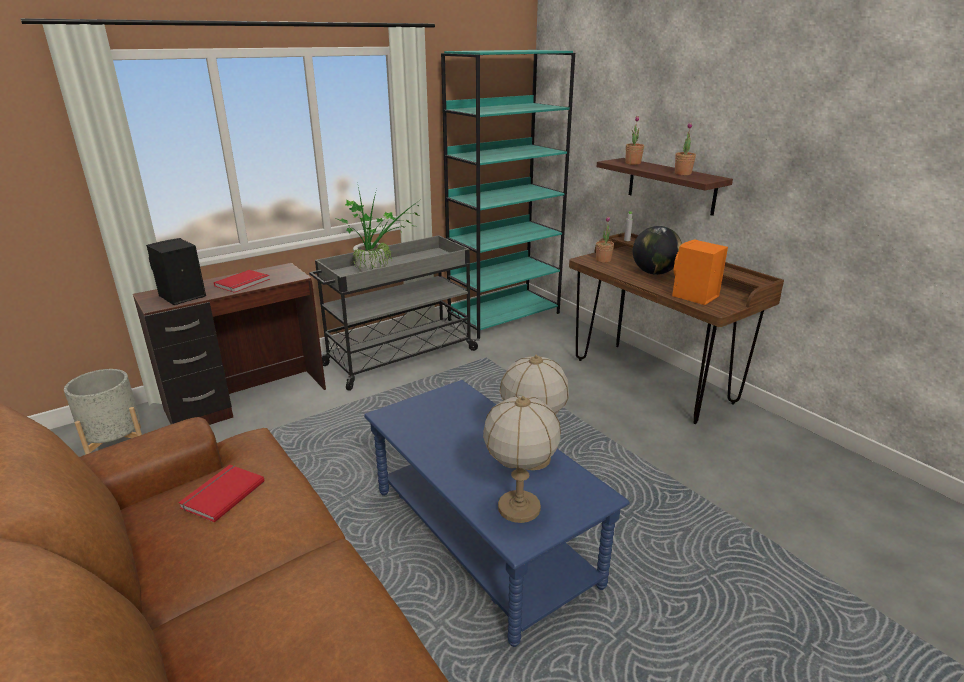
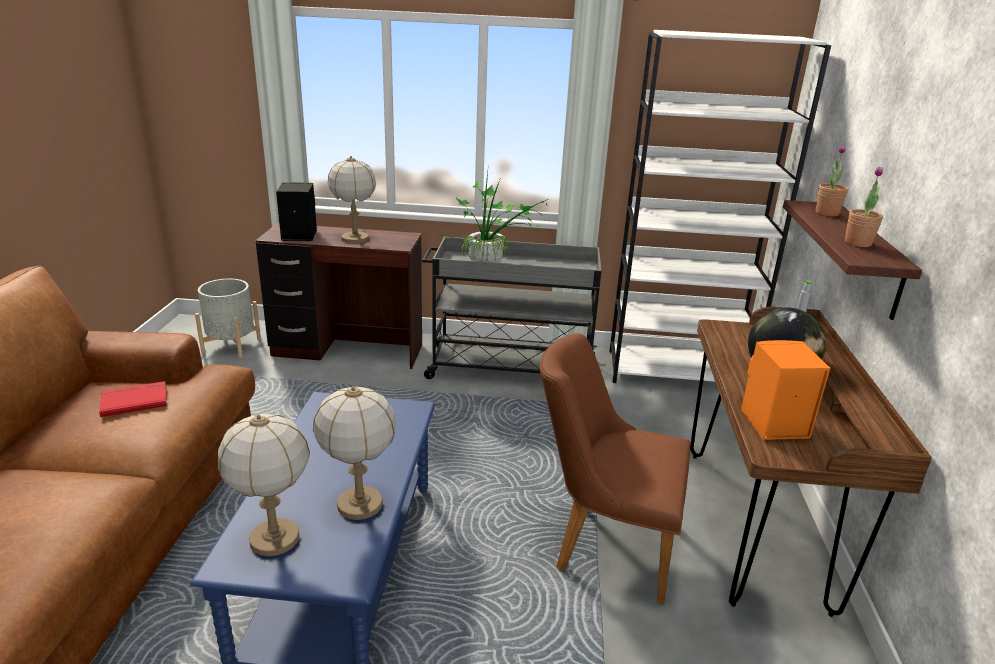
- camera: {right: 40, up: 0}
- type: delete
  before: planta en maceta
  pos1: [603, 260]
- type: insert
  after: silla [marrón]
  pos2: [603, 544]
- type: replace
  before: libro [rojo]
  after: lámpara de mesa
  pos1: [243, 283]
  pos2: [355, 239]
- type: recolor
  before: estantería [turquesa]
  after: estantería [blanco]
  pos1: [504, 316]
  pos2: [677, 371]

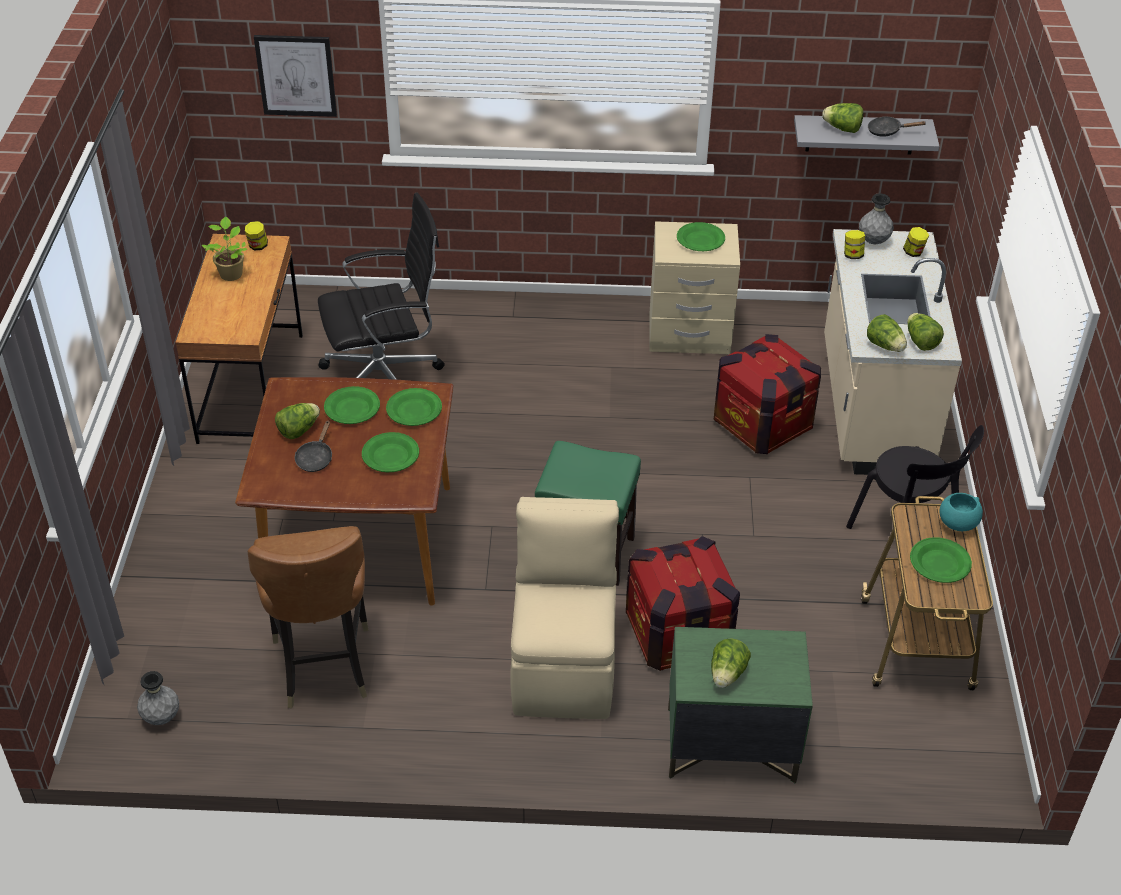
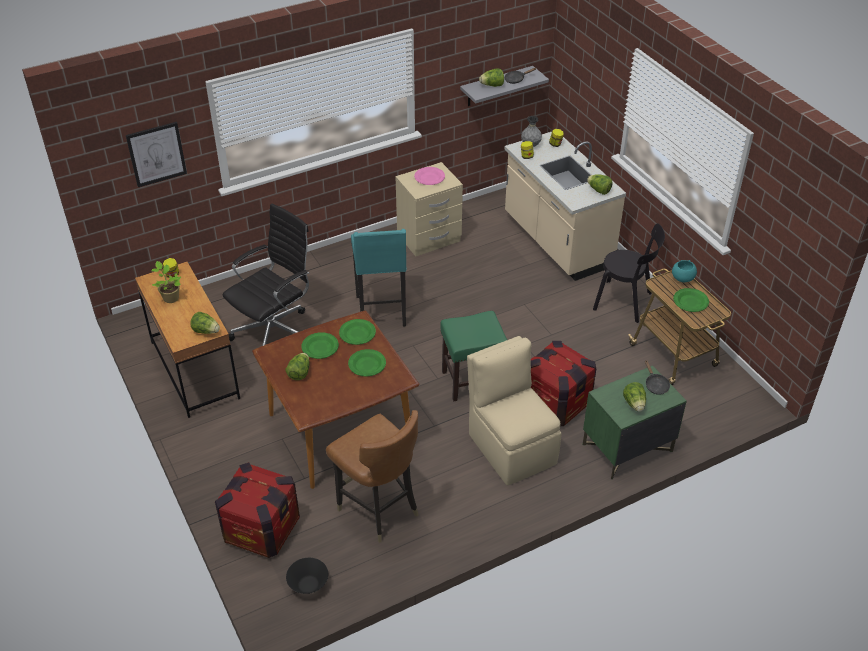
- camera: {right: -30, up: 0}
- type: insert
  after: taburete [turquesa]
  pos2: [382, 312]
- type: move
  before: sartén [negro]
  pos1: [315, 458]
  pos2: [655, 385]
- type: move
  before: caja de embalaje
  pos1: [762, 425]
  pos2: [261, 529]
- type: move
  before: lechuga
  pos1: [885, 346]
  pos2: [206, 331]
- type: replace
  before: florero [gris]
  after: cuenco [negro]
  pos1: [161, 717]
  pos2: [308, 585]
- type: recolor
  before: plato [verde]
  after: plato [rosa]
  pos1: [700, 240]
  pos2: [429, 178]

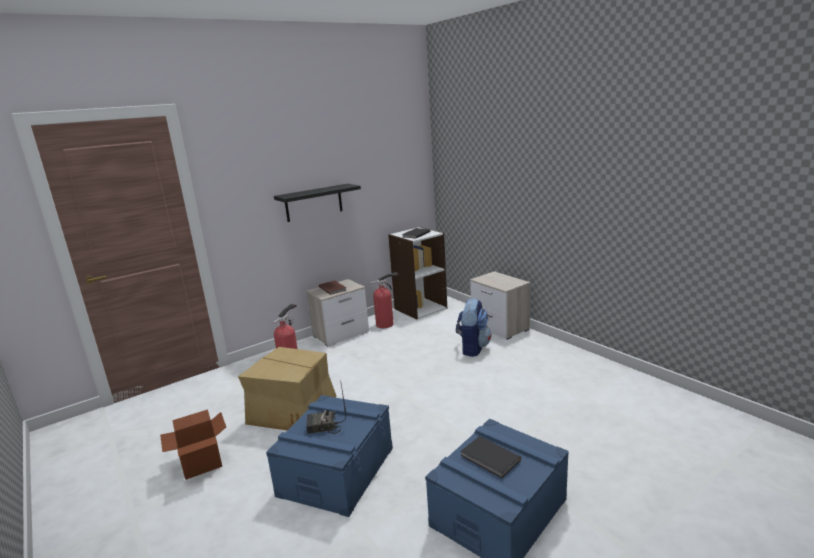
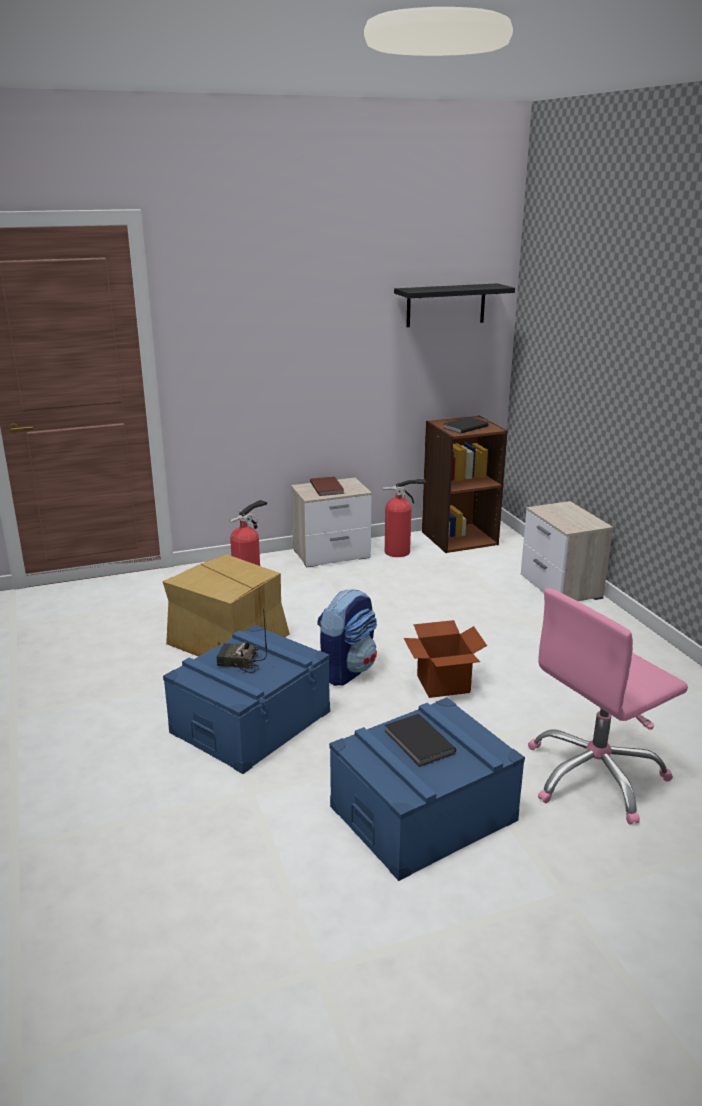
- camera: {right: 15, up: 5}
- type: insert
  after: silla de oficina [rosa]
  pos2: [595, 776]
- type: move
  before: caja de cartón
  pos1: [202, 463]
  pos2: [443, 684]
- type: move
  before: estante [negro]
  pos1: [314, 202]
  pos2: [446, 305]
- type: move
  before: mochila
  pos1: [473, 348]
  pos2: [347, 670]
- type: recolor
  before: estantería [blanco]
  after: estantería [marrón]
  pos1: [420, 308]
  pos2: [459, 538]

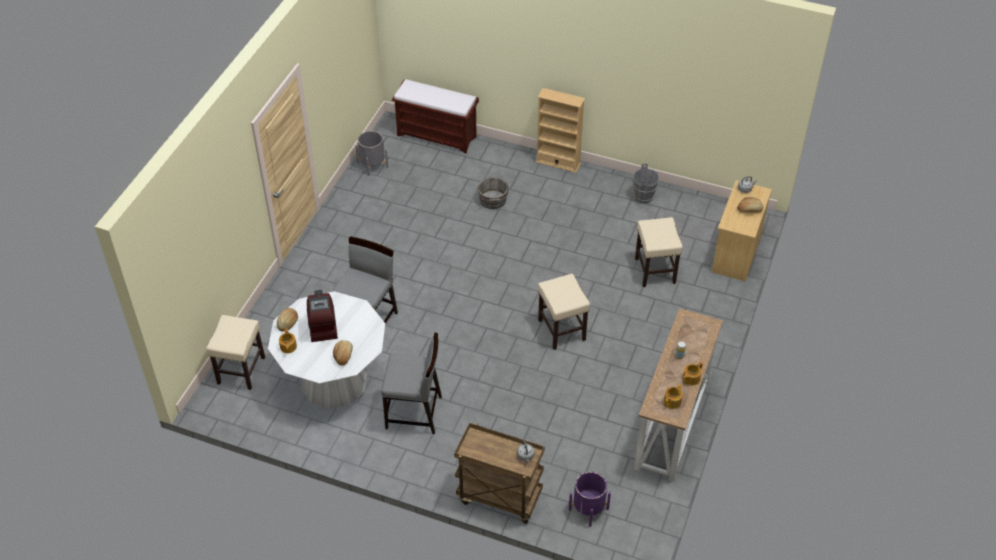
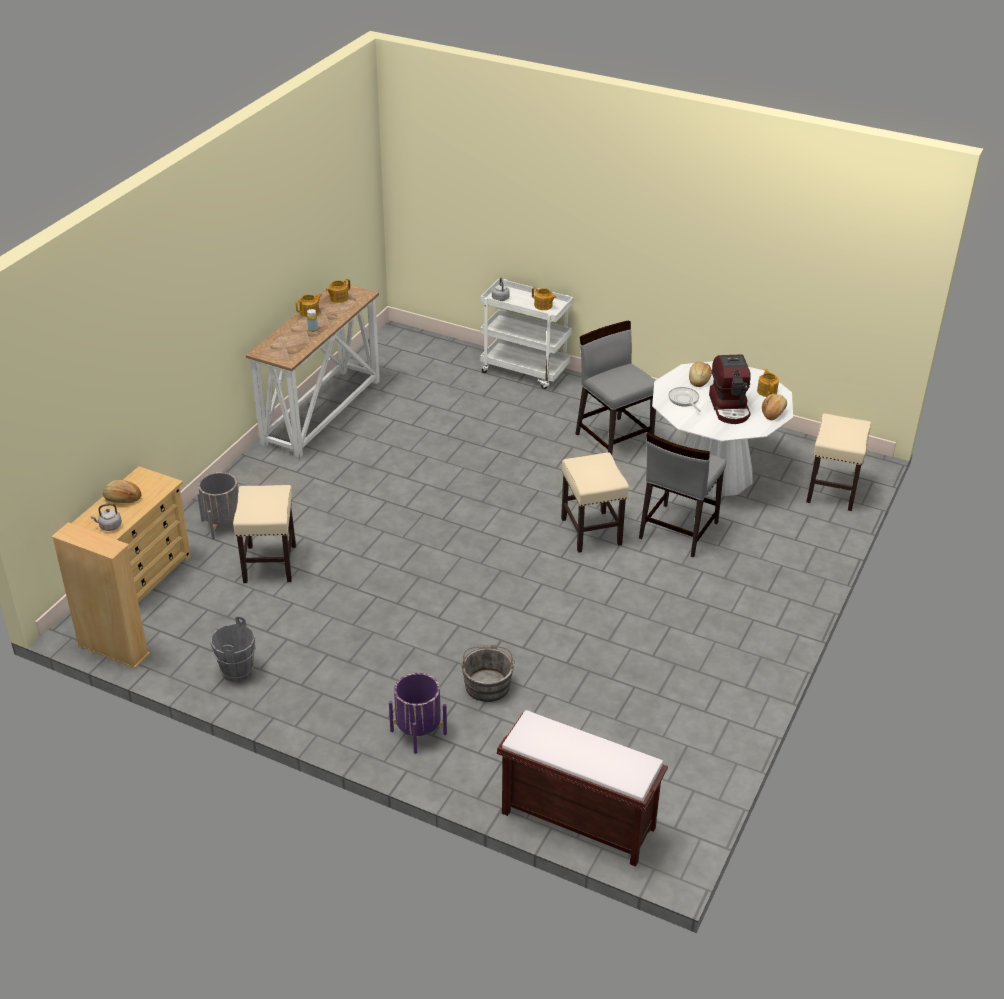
- camera: {right: -175, up: -10}
- type: insert
  after: tetera
  pos2: [543, 306]
- type: insert
  after: sartén
  pos2: [684, 400]
- type: move
  before: maceta [gris]
  pos1: [372, 165]
  pos2: [223, 525]
- type: move
  before: estantería [beis]
  pos1: [558, 162]
  pos2: [113, 650]
- type: move
  before: taburete [beis]
  pos1: [561, 329]
  pos2: [591, 532]
- type: move
  before: maceta [morado]
  pos1: [588, 509]
  pos2: [418, 732]
- type: recolor
  before: carrito [marrón]
  after: carrito [blanco]
  pos1: [498, 497]
  pos2: [525, 371]
- type: rotate
  before: silla [gris]
  pos1: [414, 413]
  pos2: [614, 439]
  turn: 45

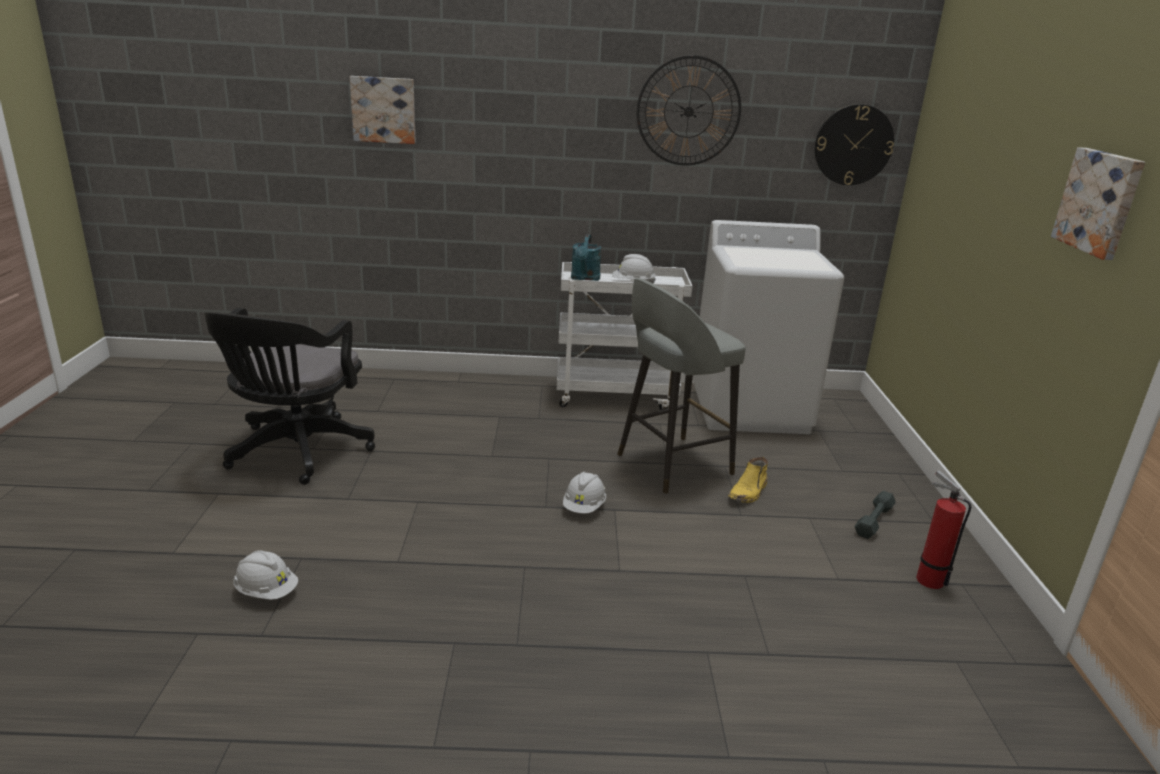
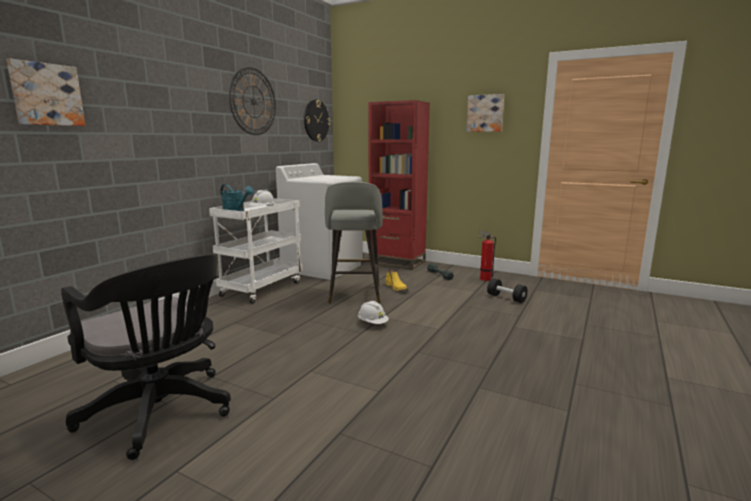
- camera: {right: -60, up: -10}
- type: delete
  before: casco [blanco]
  pos1: [266, 591]
- type: insert
  after: estantería [rojo]
  pos2: [397, 262]
- type: insert
  after: mancuerna [negro]
  pos2: [506, 298]

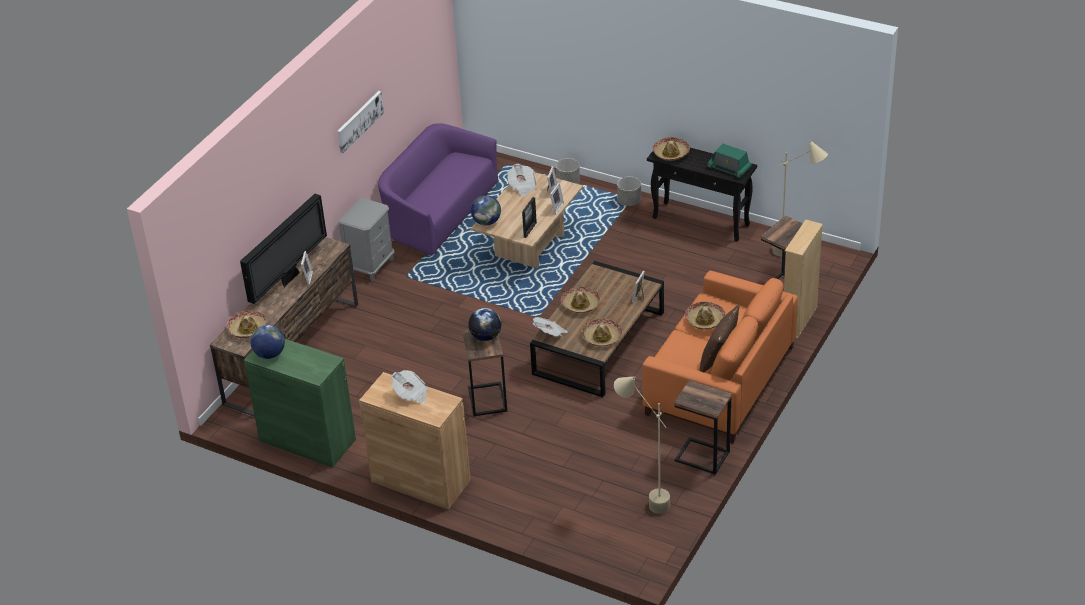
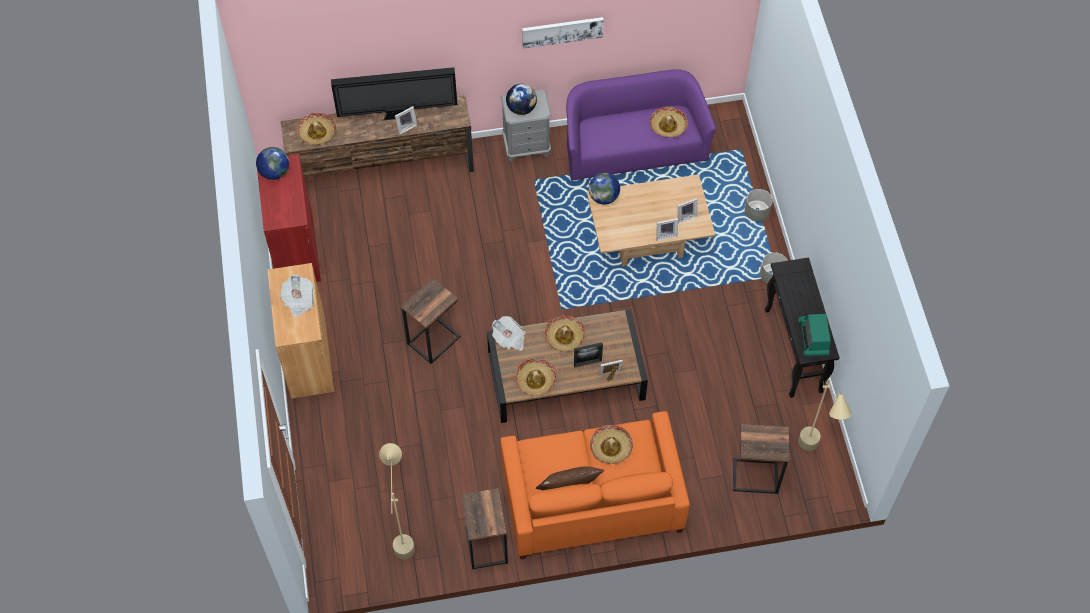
- camera: {right: 50, up: 20}
- type: delete
  before: periódico
  pos1: [522, 186]
- type: delete
  before: estantería [beis]
  pos1: [799, 320]
- type: move
  before: globo terráqueo
  pos1: [486, 336]
  pos2: [521, 108]
- type: move
  before: portarretratos
  pos1: [530, 230]
  pos2: [587, 363]
- type: move
  before: sombrero
  pos1: [671, 153]
  pos2: [668, 125]
- type: recolor
  before: armario [verde]
  after: armario [rojo]
  pos1: [307, 440]
  pos2: [296, 249]

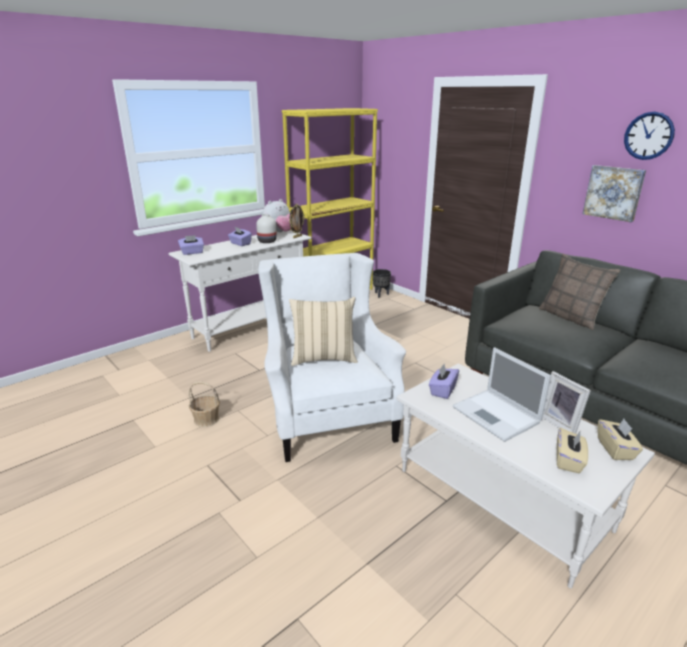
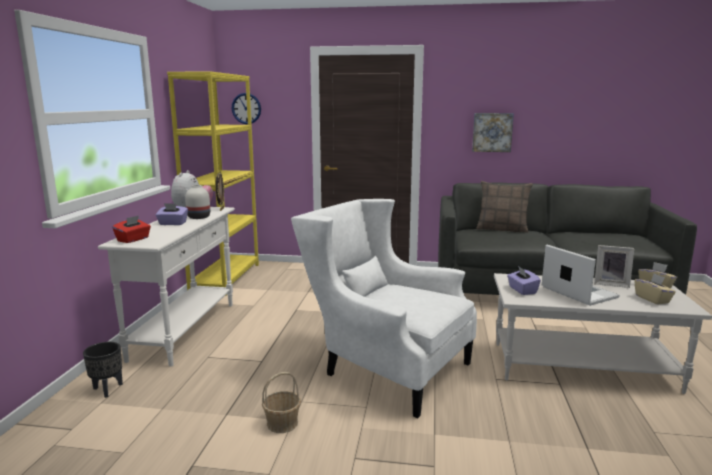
- camera: {right: -40, up: -10}
- type: delete
  before: cojín [beis]
  pos1: [323, 358]
- type: move
  before: maceta [negro]
  pos1: [380, 295]
  pos2: [107, 390]
- type: move
  before: reloj de pared
  pos1: [648, 136]
  pos2: [246, 108]
- type: recolor
  before: caja de pañuelos [morado]
  after: caja de pañuelos [rojo]
  pos1: [192, 252]
  pos2: [133, 239]
- type: rotate
  before: portátil
  pos1: [497, 415]
  pos2: [577, 292]
  turn: -135

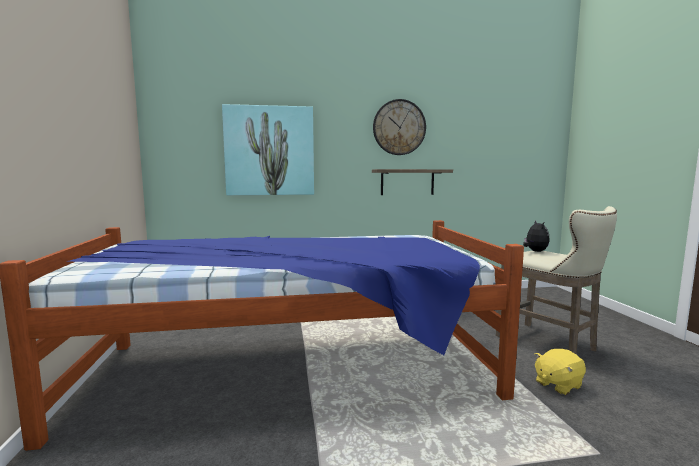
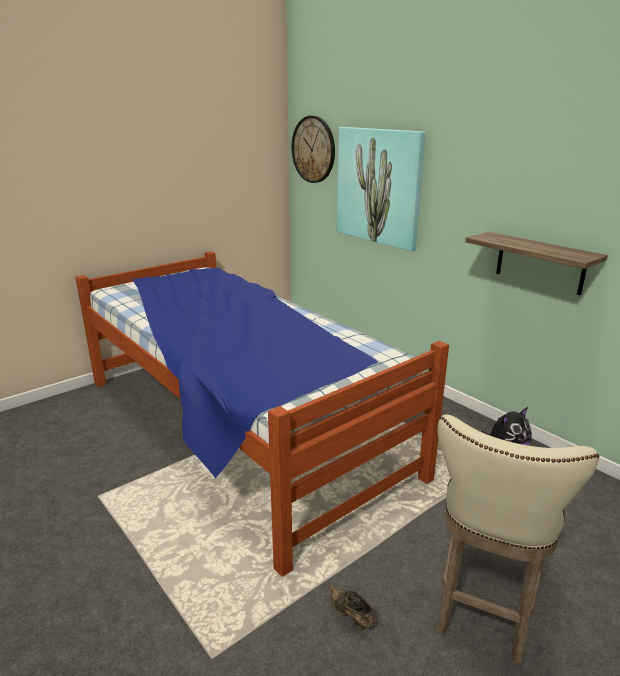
- camera: {right: 60, up: 15}
- type: move
  before: reloj de pared
  pos1: [399, 127]
  pos2: [313, 149]
- type: replace
  before: peluche [amarillo]
  after: zapato [marrón]
  pos1: [557, 384]
  pos2: [351, 616]

